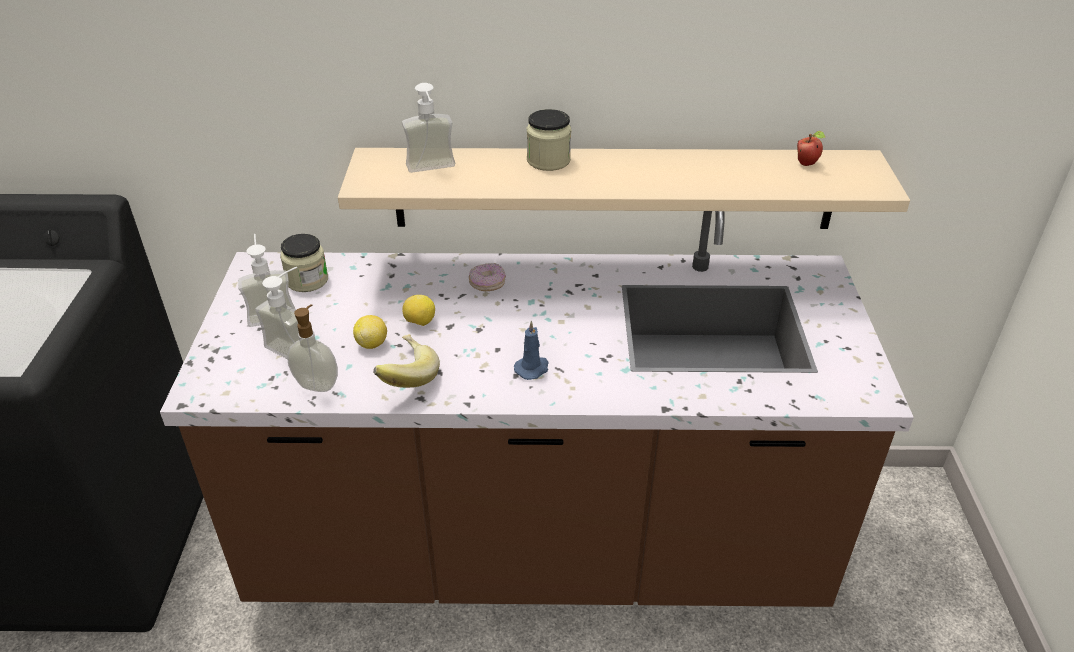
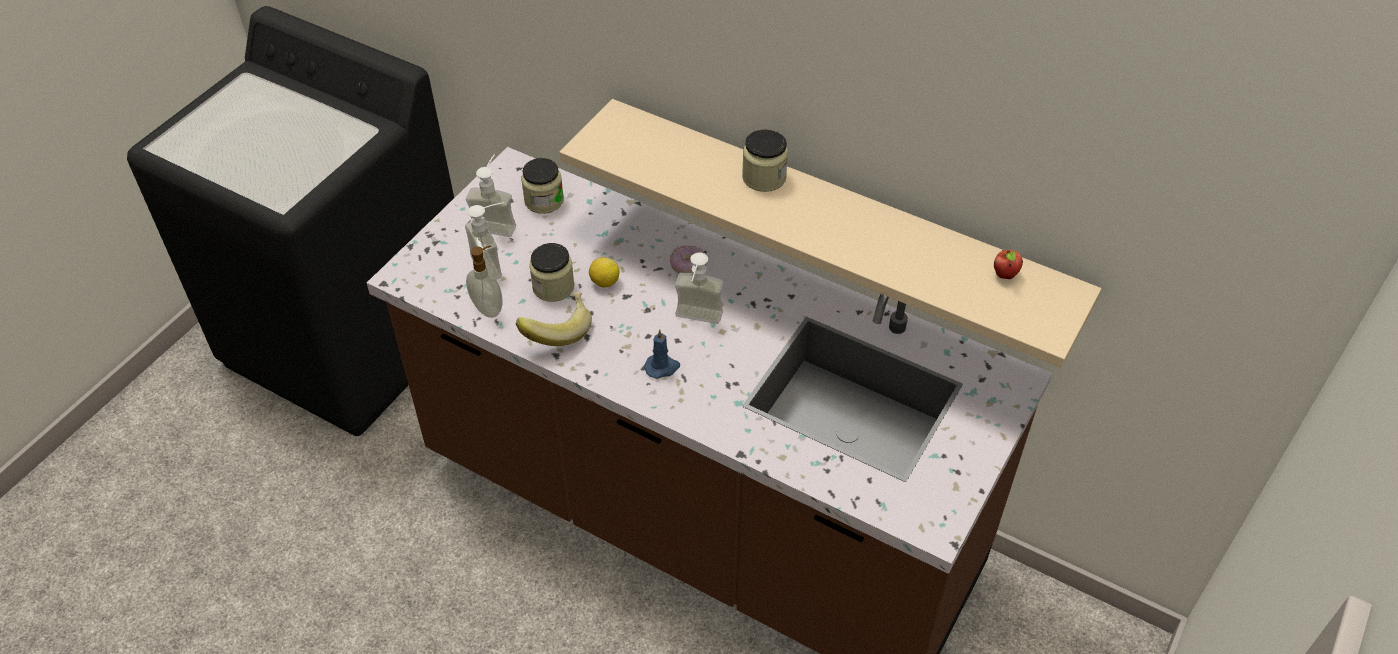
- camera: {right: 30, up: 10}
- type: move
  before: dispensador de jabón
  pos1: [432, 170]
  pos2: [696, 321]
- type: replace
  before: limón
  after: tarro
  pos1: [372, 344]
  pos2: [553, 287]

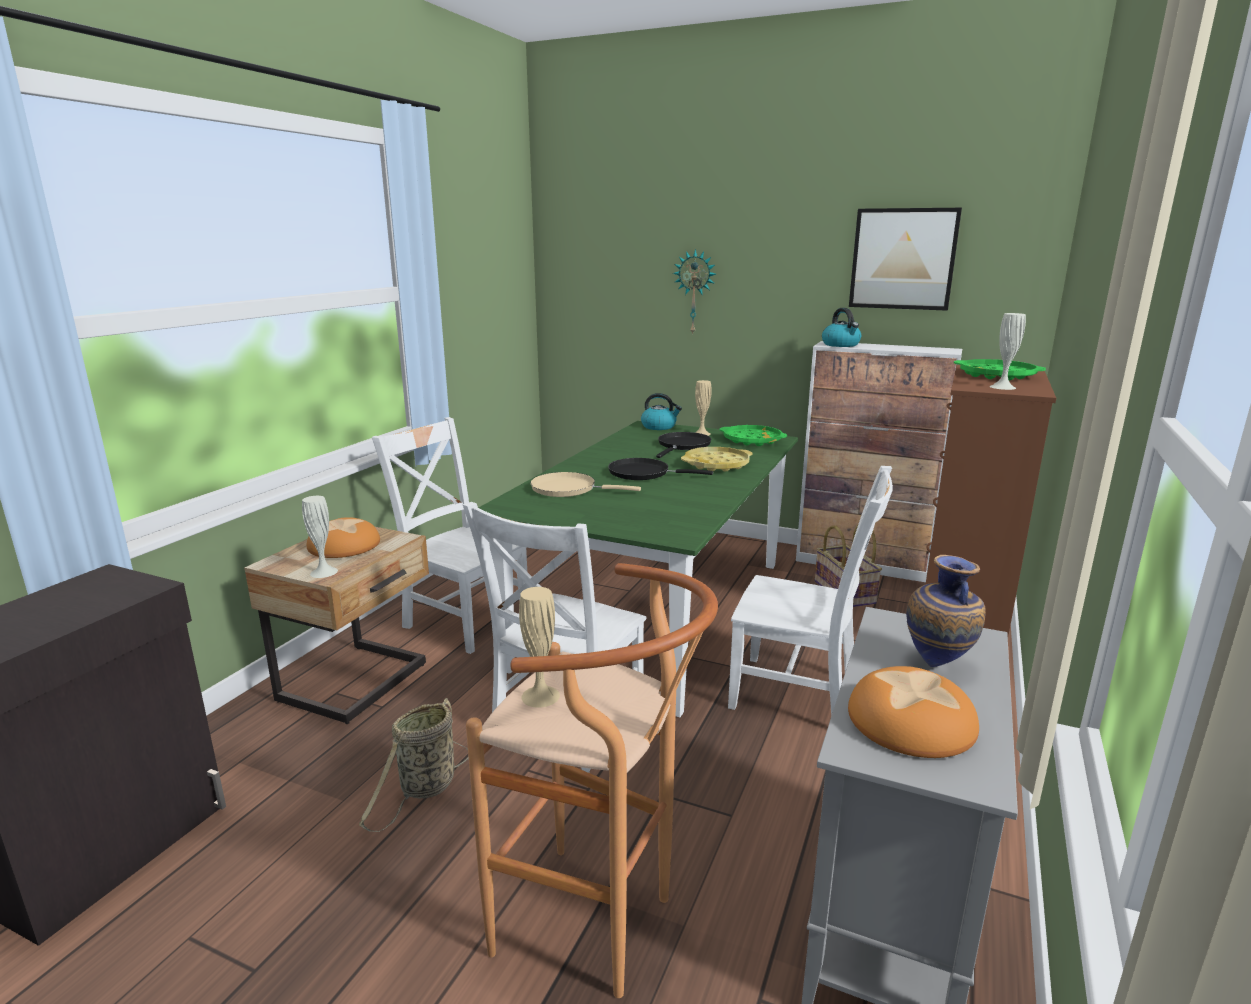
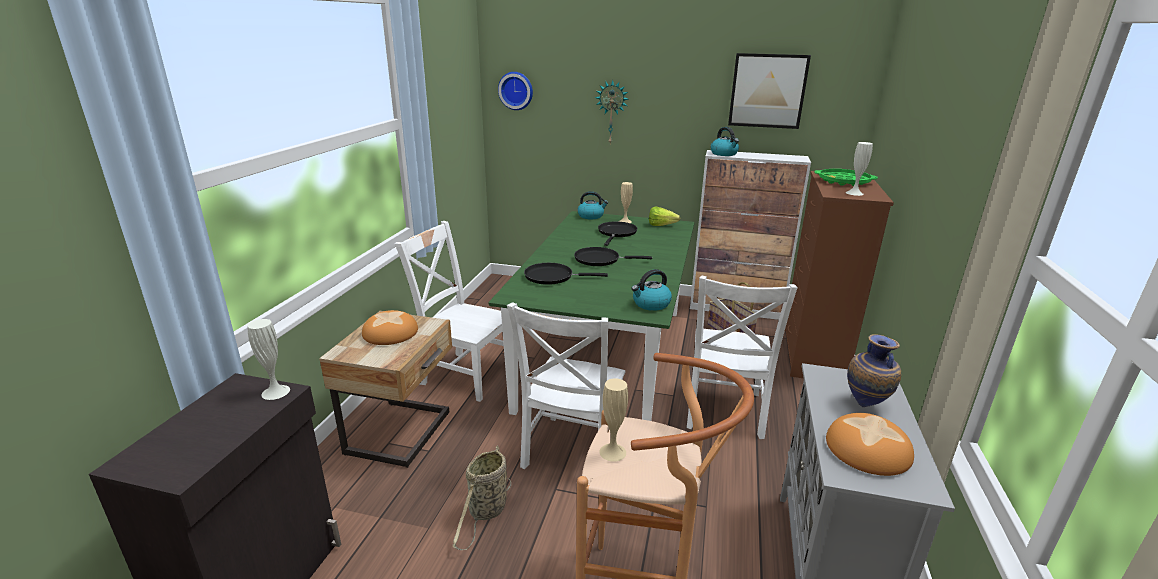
- camera: {right: -10, up: 5}
- type: delete
  before: bandeja [amarillo]
  pos1: [716, 464]
- type: insert
  after: reloj de pared
  pos2: [516, 90]
- type: insert
  after: hervidor
  pos2: [651, 304]
- type: move
  before: florero [blanco]
  pos1: [324, 572]
  pos2: [275, 392]
- type: replace
  before: bandeja [verde]
  after: lechuga
  pos1: [752, 440]
  pos2: [663, 226]
- type: recolor
  before: sartén [beis]
  after: sartén [negro]
  pos1: [568, 489]
  pos2: [552, 277]
- type: rotate
  before: silla [blanco]
  pos1: [800, 695]
  pos2: [724, 412]
  turn: 90

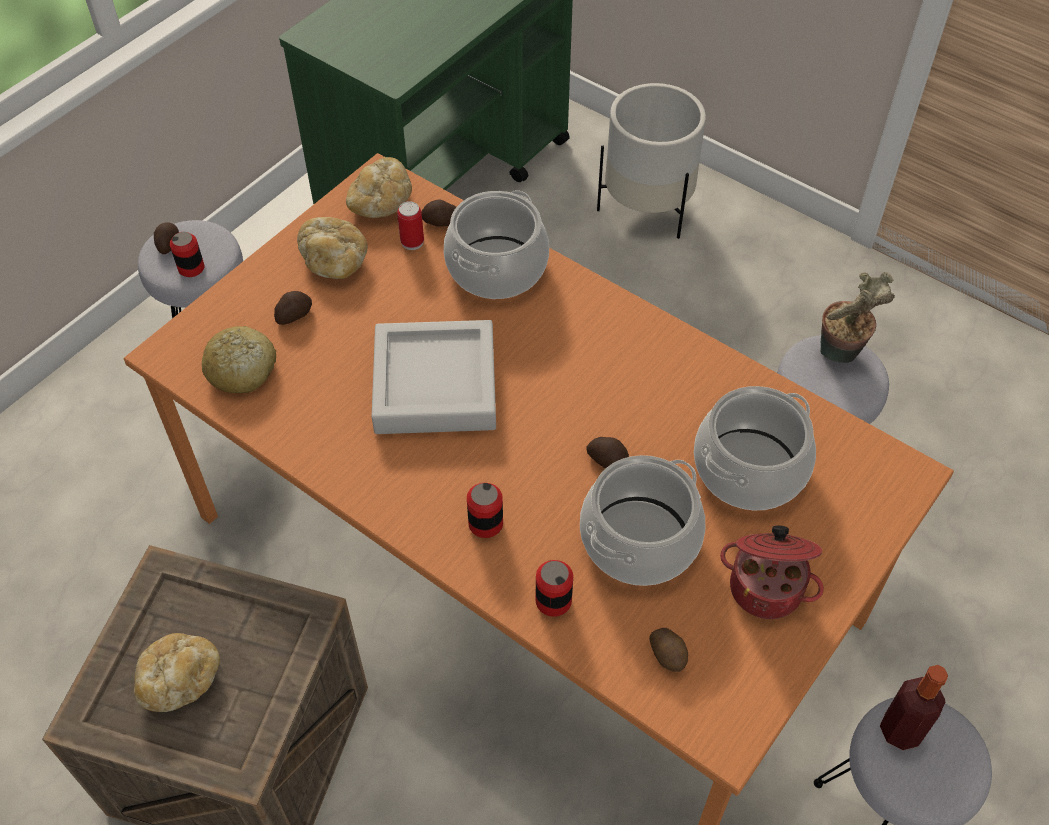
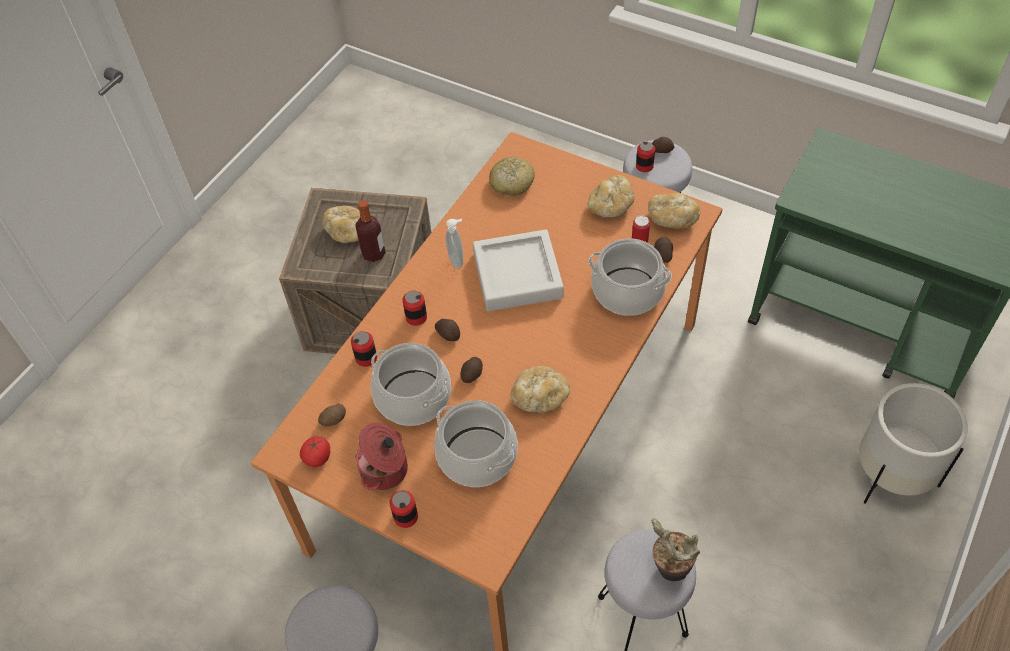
- camera: {right: 85, up: 0}
- type: insert
  after: tomate
  pos2: [317, 457]
- type: insert
  after: lata
  pos2: [406, 517]
- type: insert
  after: dispensador de jabón
  pos2: [457, 260]
- type: insert
  after: pan
  pos2: [540, 397]
- type: move
  before: patata
  pos1: [293, 315]
  pos2: [448, 334]
- type: move
  before: botella
  pos1: [900, 730]
  pos2: [374, 254]

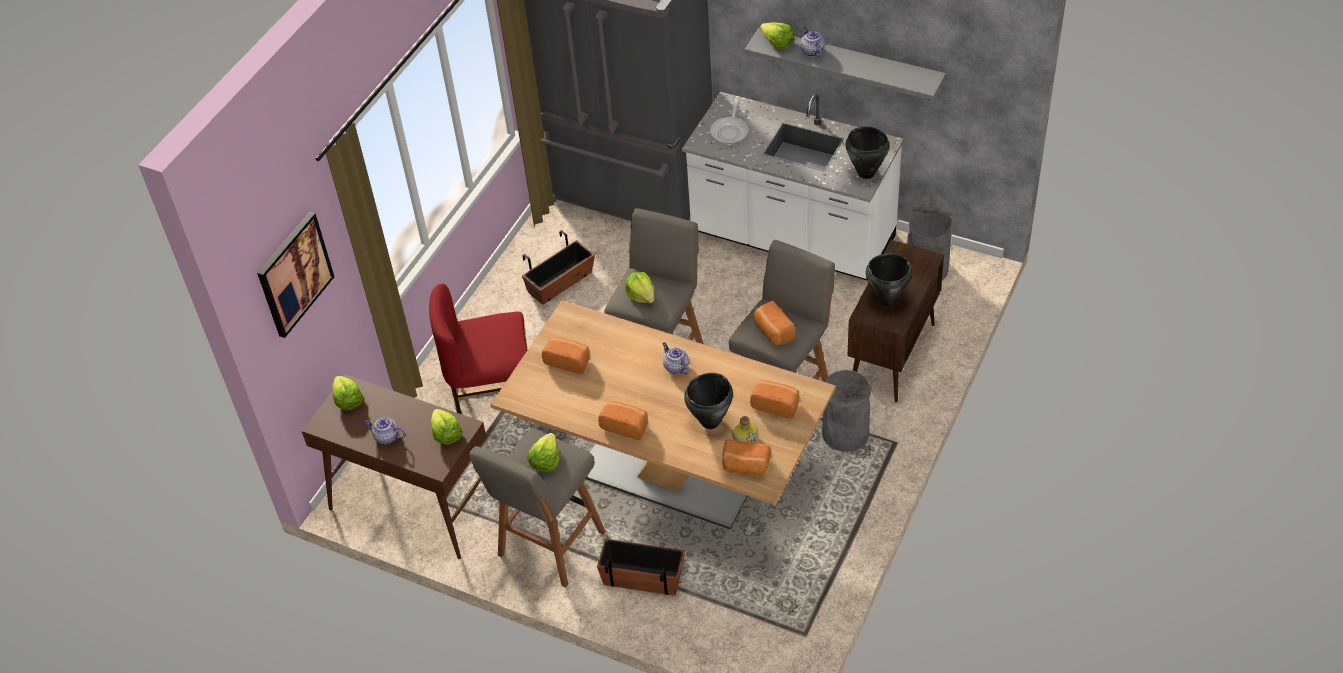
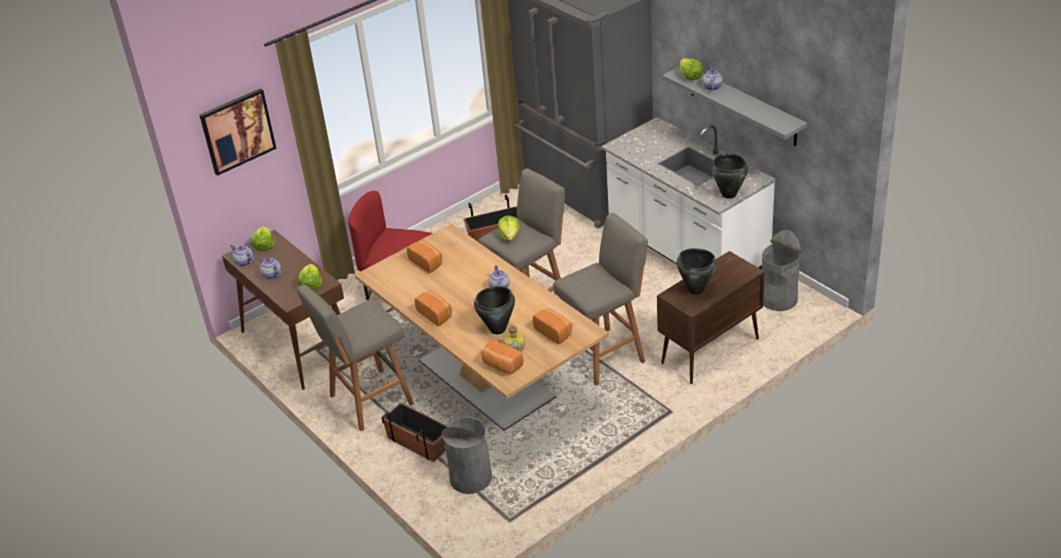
- camera: {right: 25, up: -10}
- type: delete
  before: lechuga
  pos1: [545, 460]
- type: delete
  before: sartén
  pos1: [730, 131]
- type: delete
  before: pan
  pos1: [773, 332]
- type: insert
  after: tetera
  pos2: [244, 262]
- type: move
  before: papelera [gris]
  pos1: [845, 434]
  pos2: [471, 478]

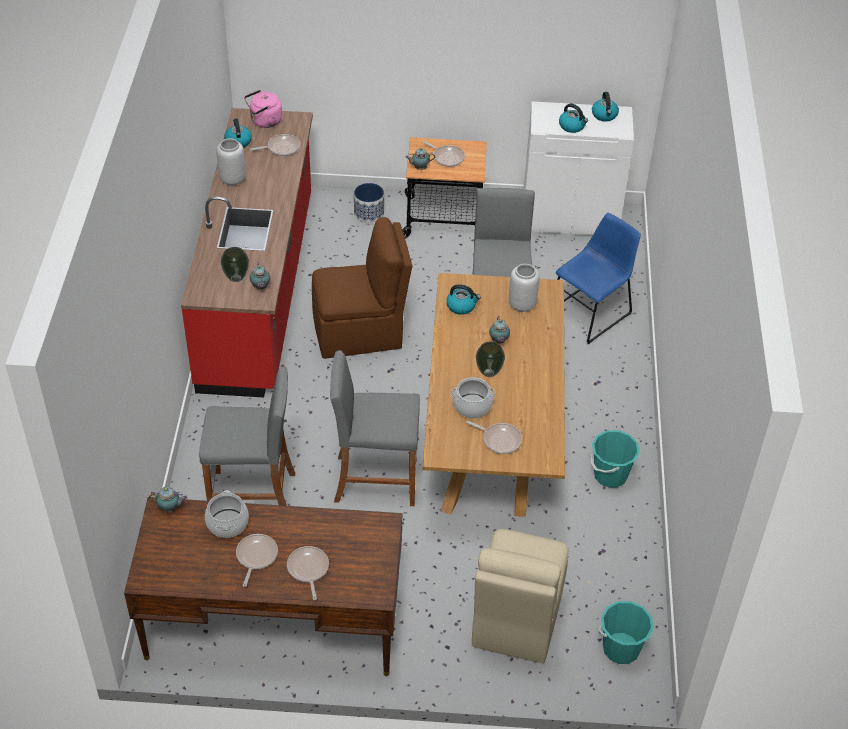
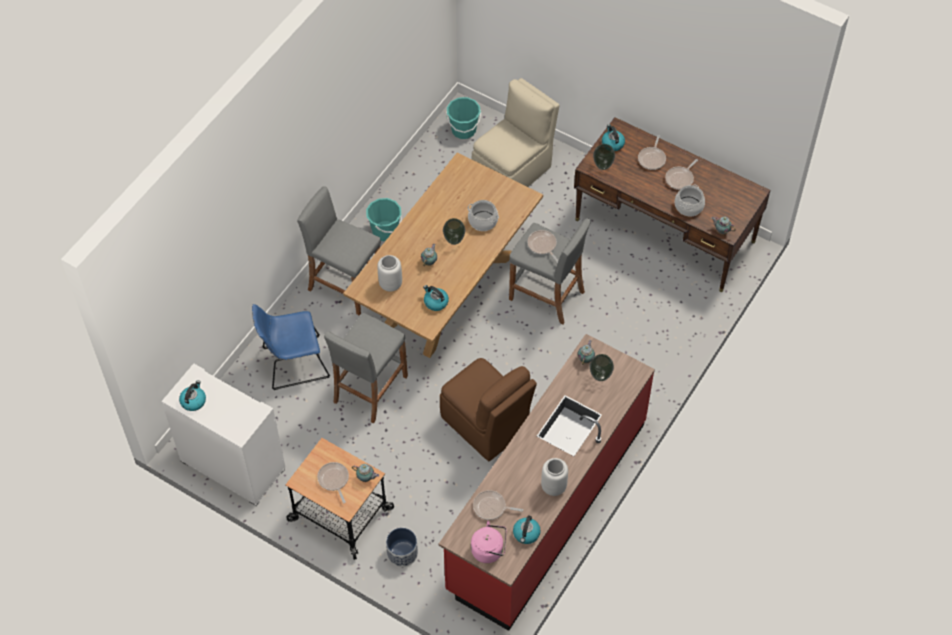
- camera: {right: -150, up: 10}
- type: insert
  after: florero
  pos2: [602, 166]
- type: move
  before: taburete [gris]
  pos1: [253, 495]
  pos2: [345, 285]
- type: move
  before: sartén
  pos1: [499, 440]
  pos2: [542, 246]
- type: move
  before: hervidor
  pos1: [572, 126]
  pos2: [612, 143]
- type: rotate
  before: silla [marrón]
  pos1: [360, 332]
  pos2: [486, 425]
  turn: -150

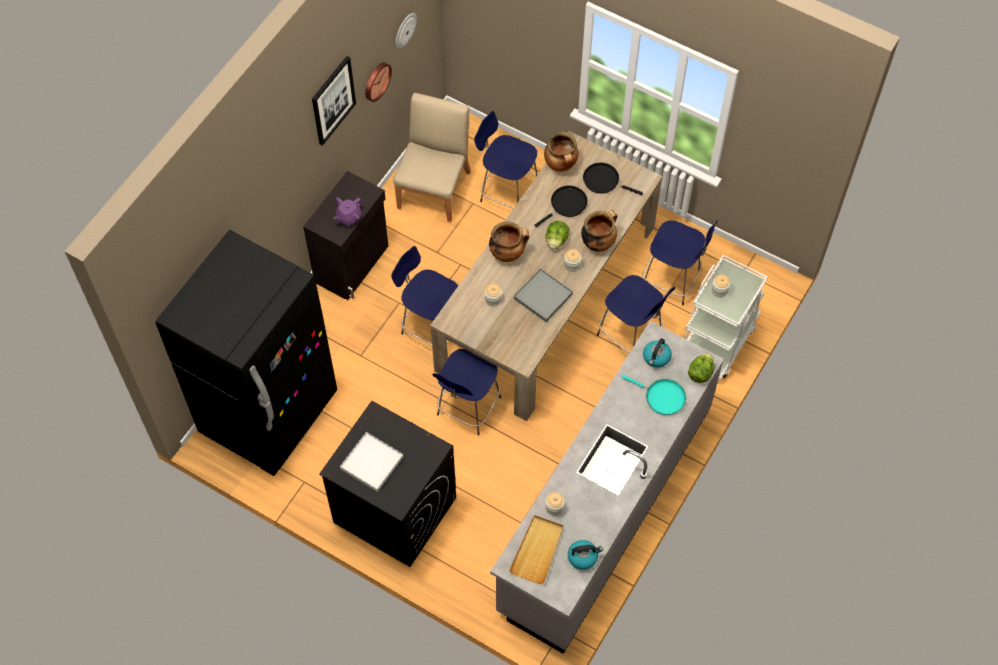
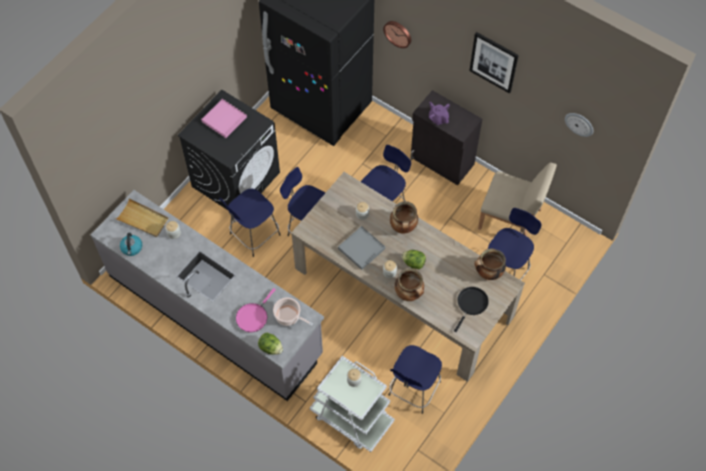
- camera: {right: 95, up: 0}
- type: delete
  before: sartén [negro]
  pos1: [566, 205]
- type: move
  before: reloj de pared
  pos1: [376, 81]
  pos2: [398, 33]
- type: move
  before: taburete [azul]
  pos1: [631, 335]
  pos2: [253, 235]
- type: replace
  before: hervidor
  after: olla
  pos1: [656, 357]
  pos2: [289, 317]
- type: recolor
  before: bandeja [blanco]
  after: bandeja [rosa]
  pos1: [372, 463]
  pos2: [224, 119]
- type: recolor
  before: sartén [turquesa]
  after: sartén [rosa]
  pos1: [662, 397]
  pos2: [253, 316]

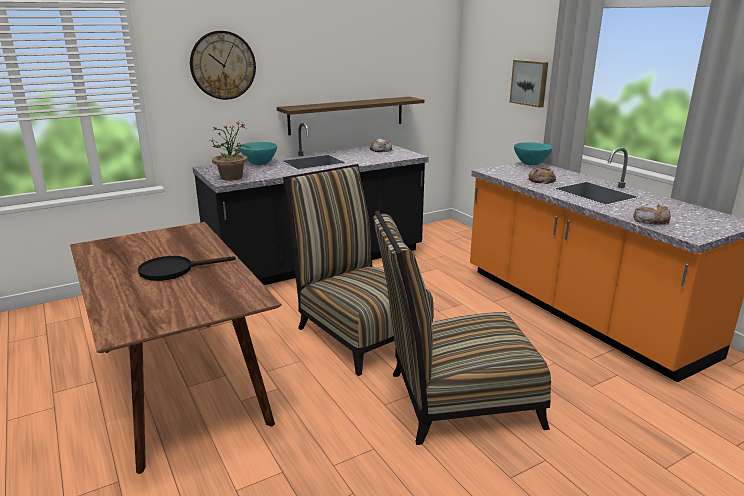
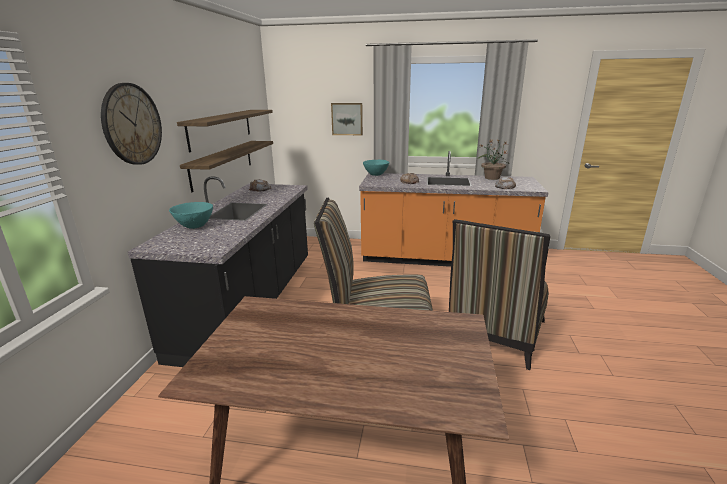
- camera: {right: -50, up: 0}
- type: delete
  before: sartén [negro]
  pos1: [174, 270]
- type: insert
  after: estante
  pos2: [221, 128]
- type: move
  before: planta en maceta
  pos1: [232, 177]
  pos2: [491, 178]

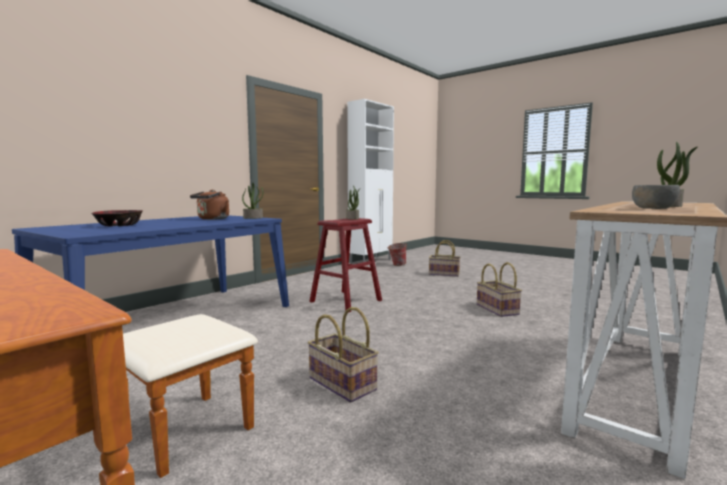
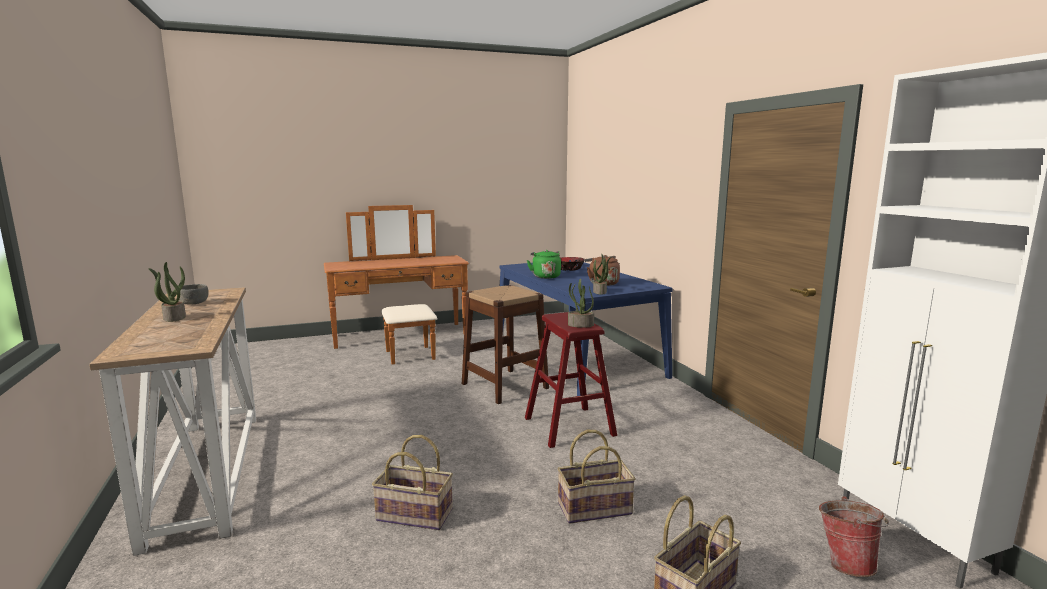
- camera: {right: 120, up: 5}
- type: insert
  after: taburete [marrón]
  pos2: [504, 386]
- type: insert
  after: hervidor [verde]
  pos2: [545, 276]
- type: move
  before: cesta
  pos1: [341, 384]
  pos2: [594, 508]

